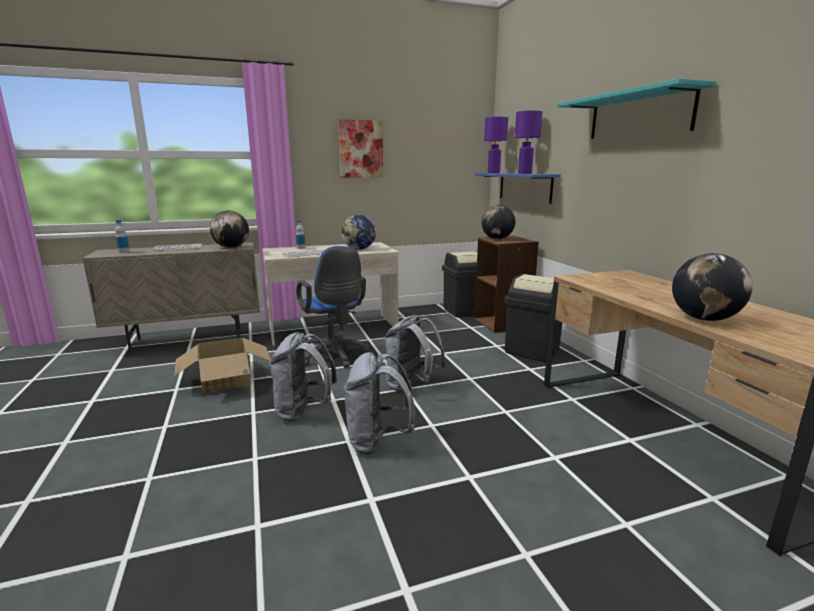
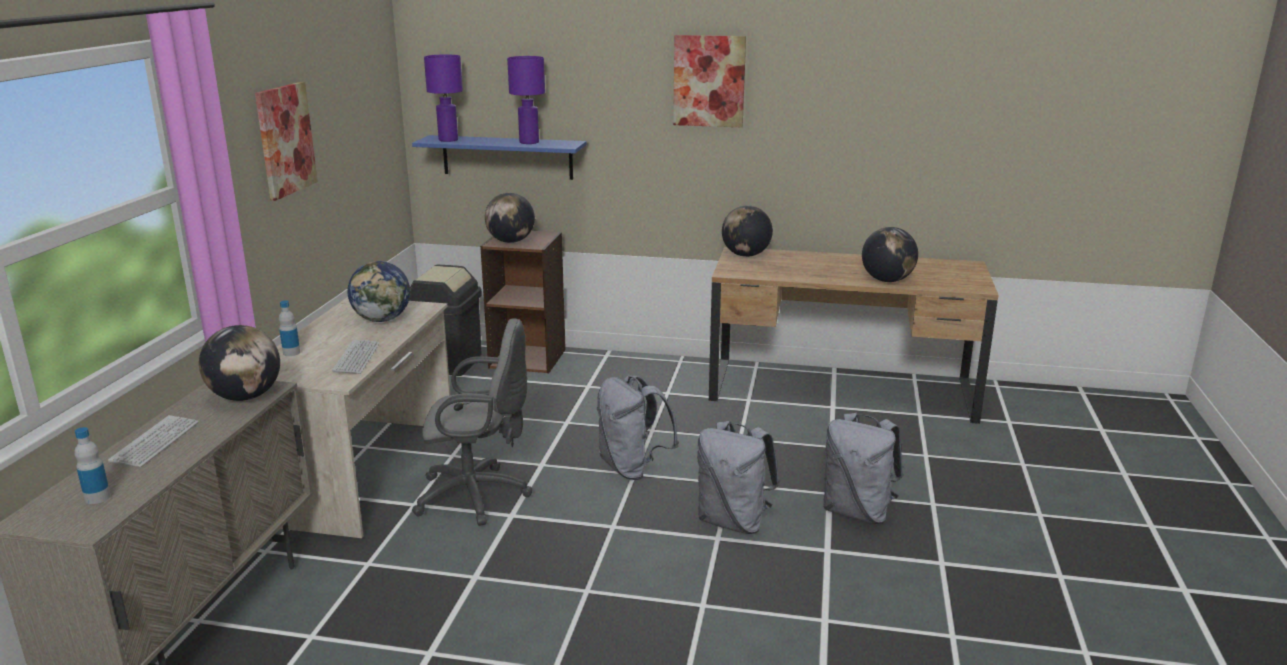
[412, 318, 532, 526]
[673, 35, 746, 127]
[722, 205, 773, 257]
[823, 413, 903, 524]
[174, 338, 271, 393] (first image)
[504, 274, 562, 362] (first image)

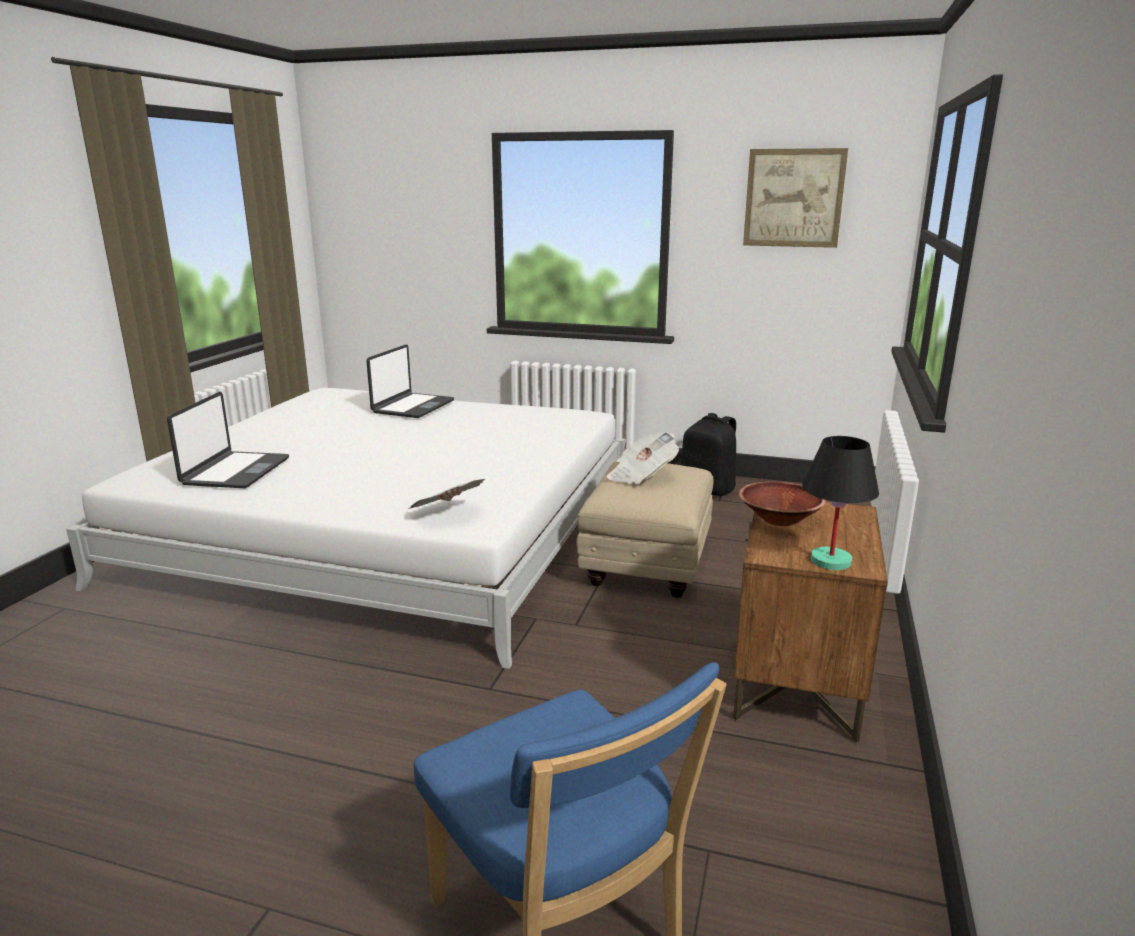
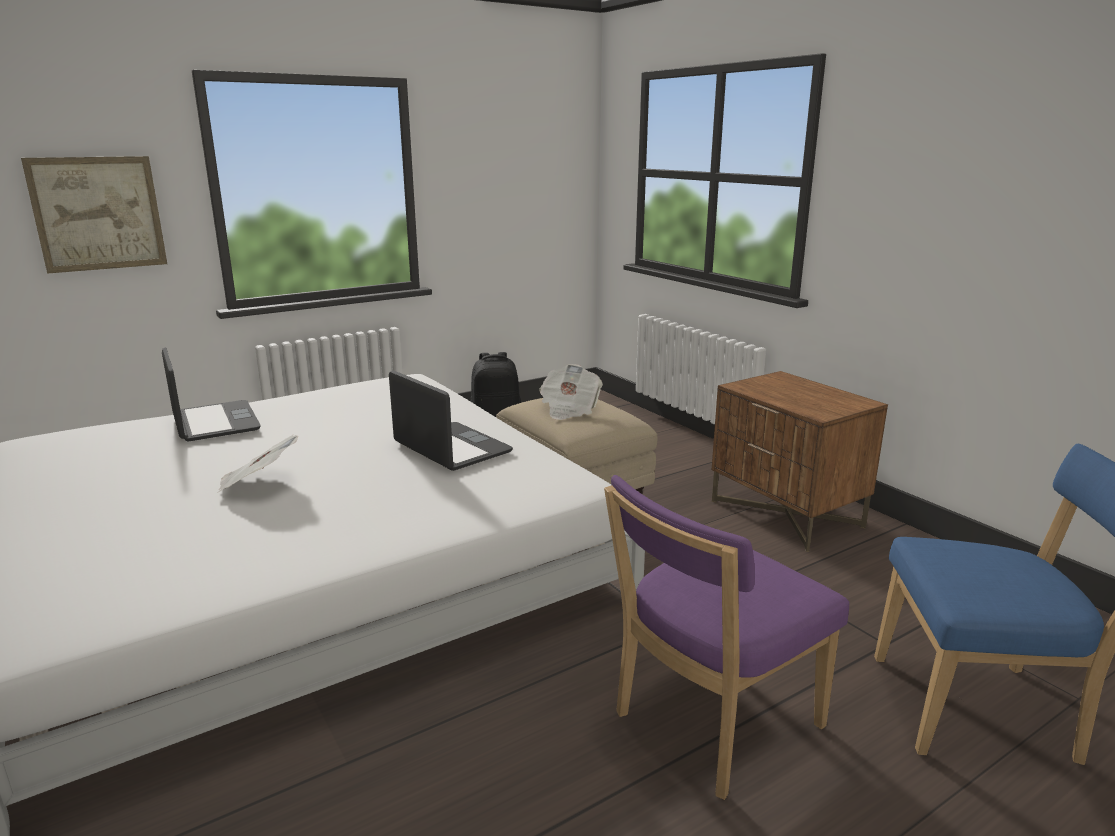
[21, 156, 167, 274]
[217, 434, 298, 493]
[389, 370, 513, 471]
[604, 475, 849, 800]
[739, 482, 826, 526] (first image)
[802, 436, 879, 570] (first image)

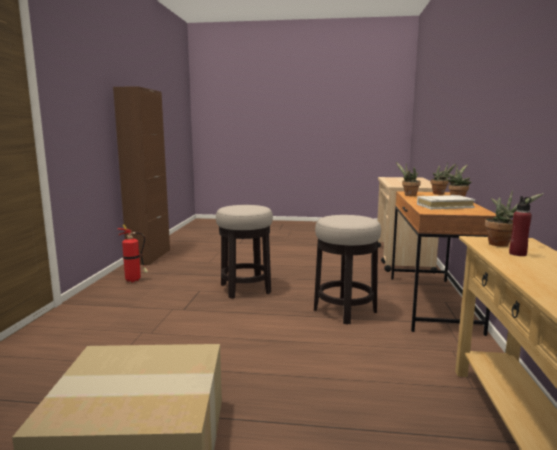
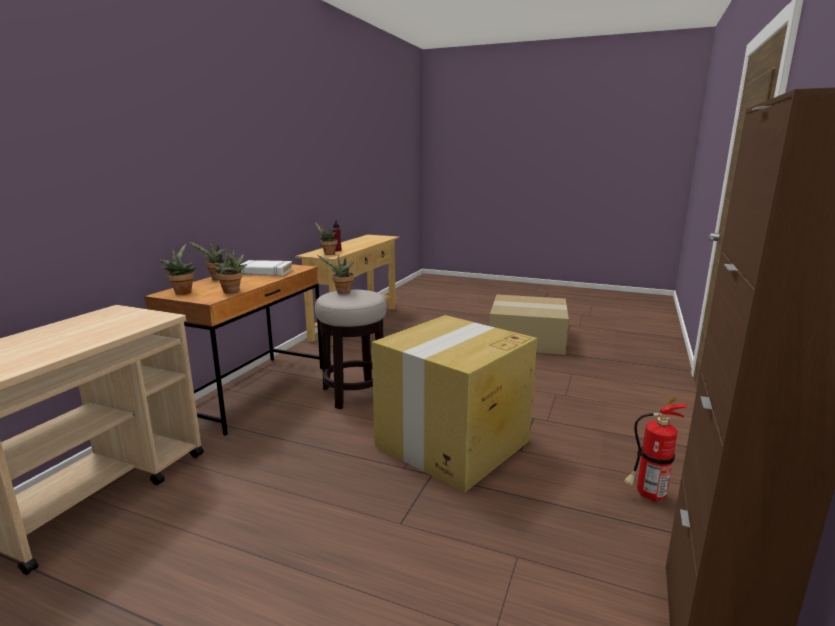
[317, 255, 354, 294]
[372, 315, 537, 492]

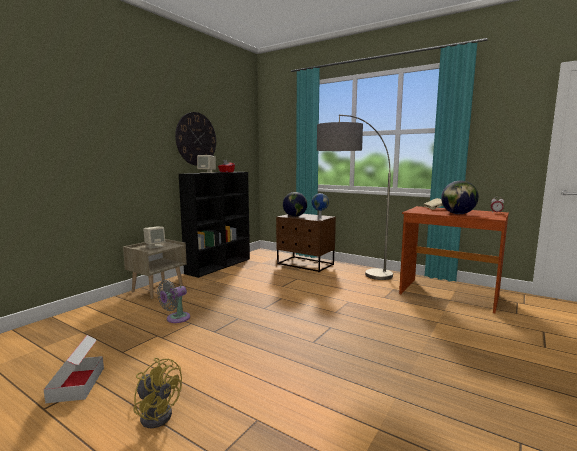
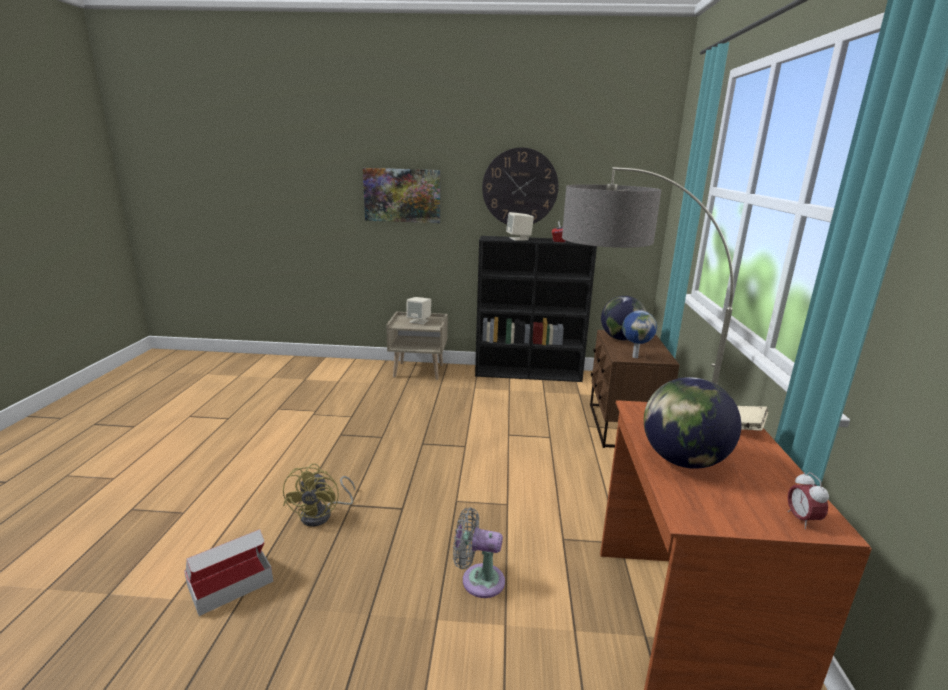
[184, 529, 273, 616]
[283, 463, 355, 527]
[363, 168, 440, 223]
[453, 507, 505, 598]

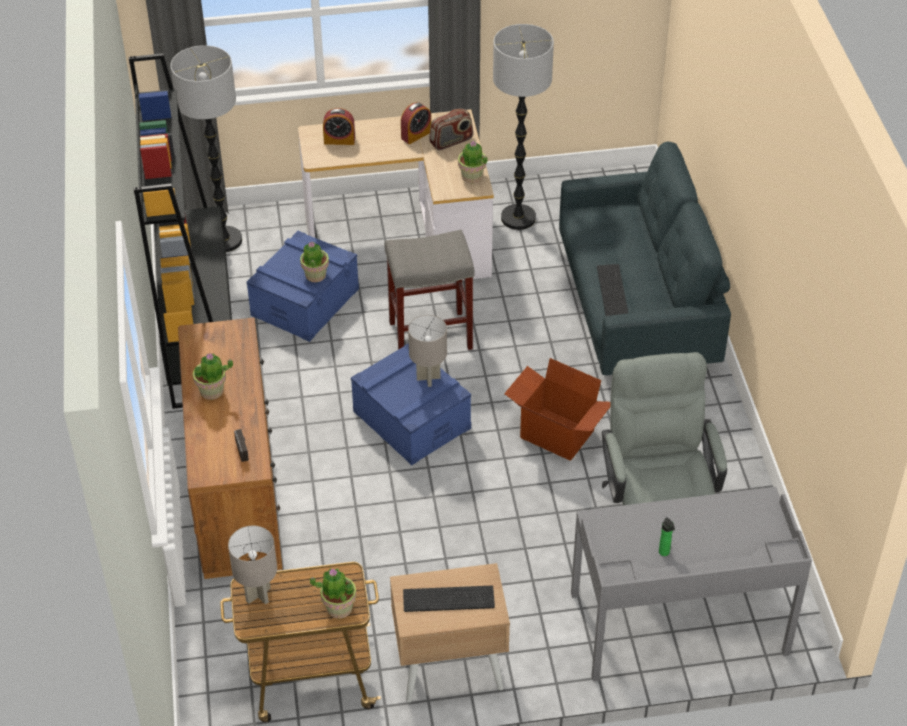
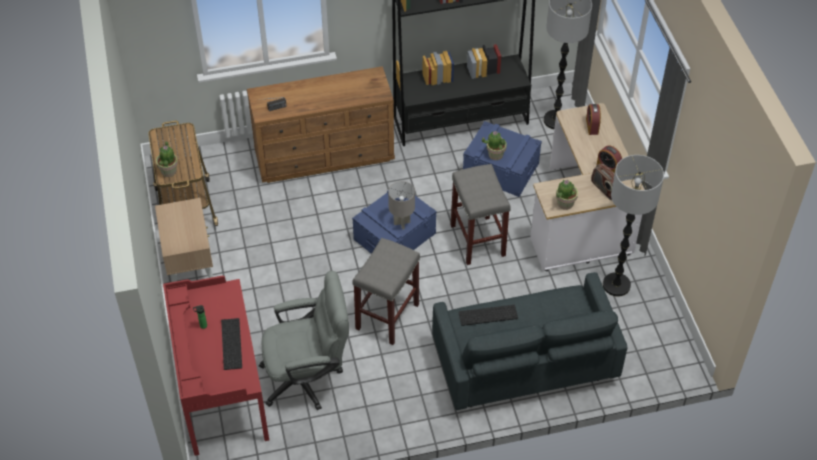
[163, 276, 269, 456]
[221, 318, 242, 370]
[353, 238, 420, 345]
[193, 353, 233, 400] (first image)
[228, 526, 277, 604] (first image)

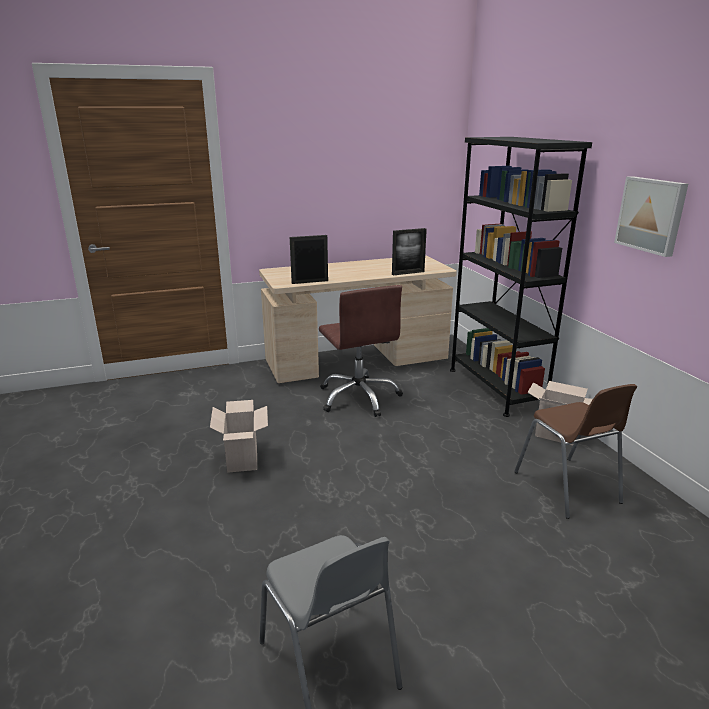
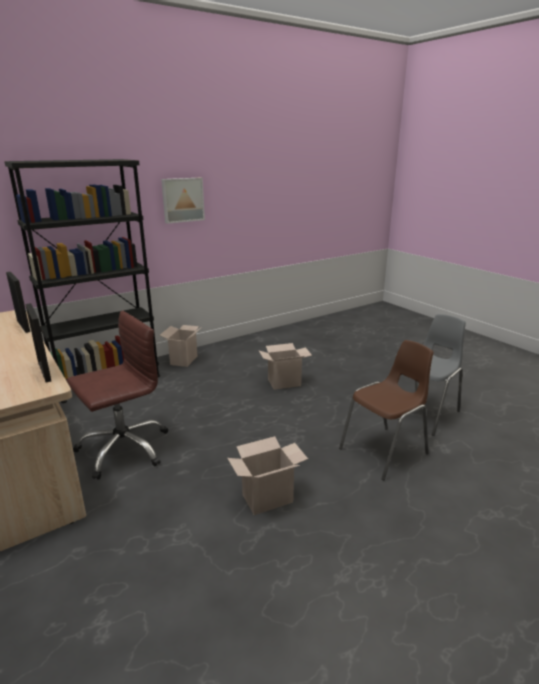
[259, 343, 312, 390]
[339, 340, 433, 480]

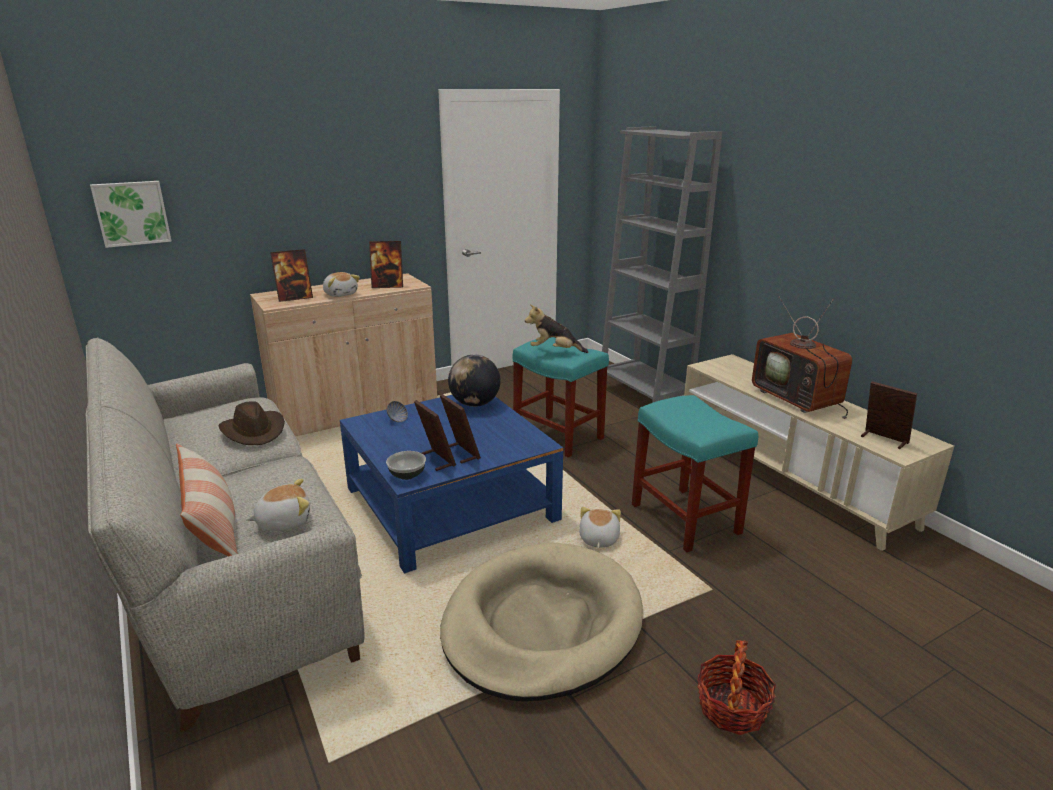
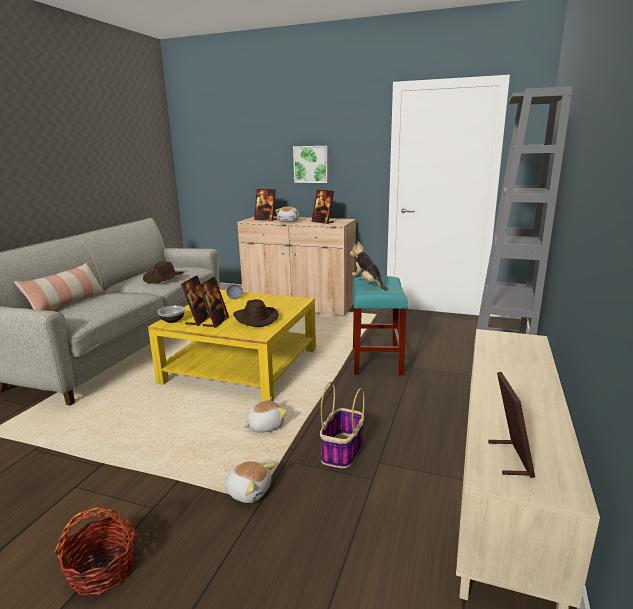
[148, 290, 316, 401]
[225, 461, 275, 503]
[233, 299, 279, 327]
[293, 146, 328, 183]
[320, 382, 365, 468]
[440, 543, 643, 701] (first image)
[448, 354, 500, 407] (first image)
[752, 296, 852, 419] (first image)

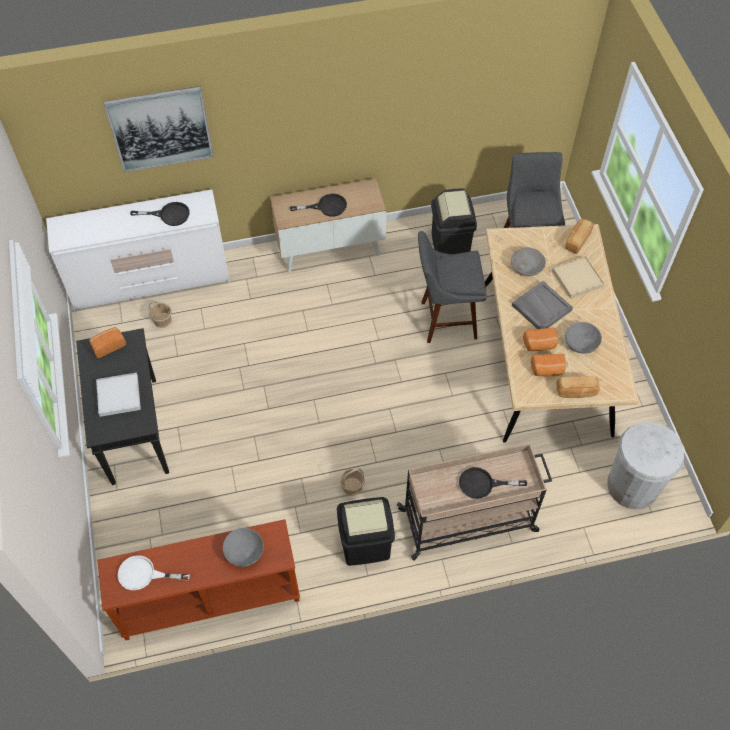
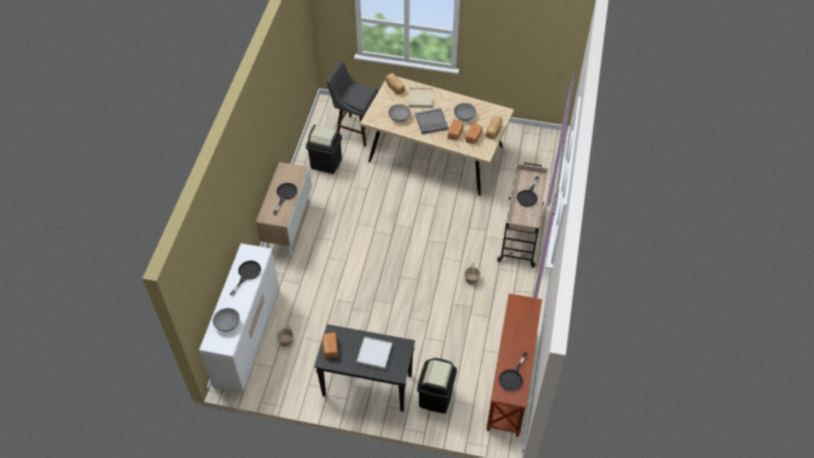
[213, 308, 240, 332]
[417, 358, 457, 414]
[499, 352, 528, 391]
[104, 86, 214, 172] (first image)
[418, 231, 487, 343] (first image)
[607, 421, 684, 510] (first image)

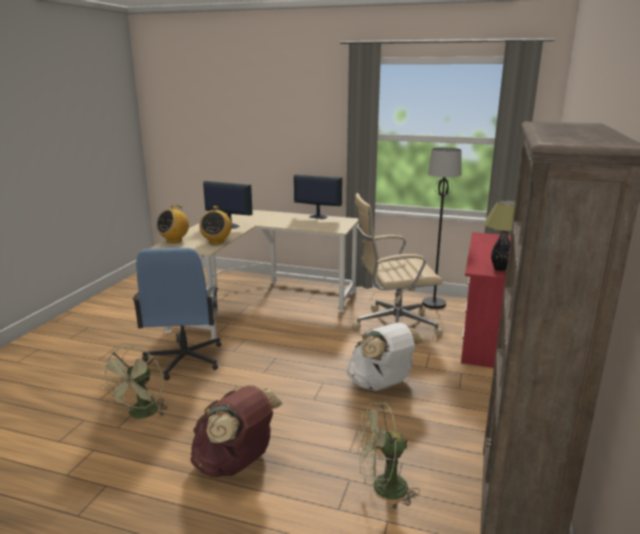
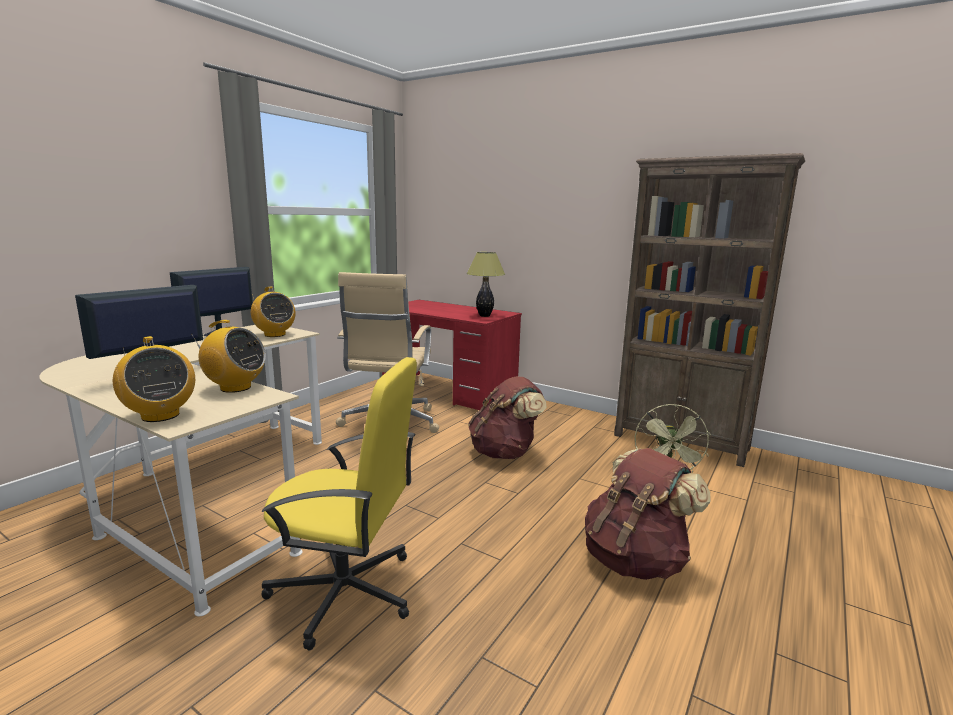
[251, 287, 296, 337]
[261, 357, 417, 651]
[468, 377, 547, 459]
[100, 346, 168, 418] (first image)
[422, 147, 462, 309] (first image)

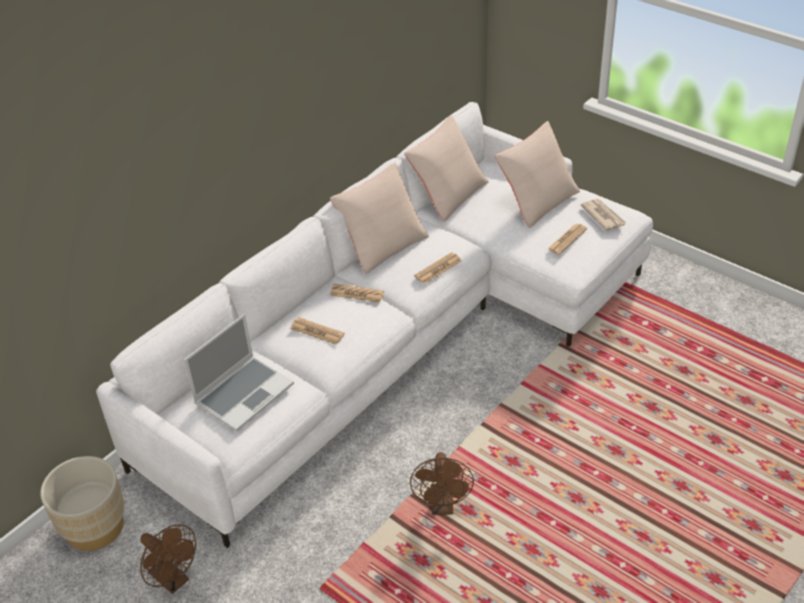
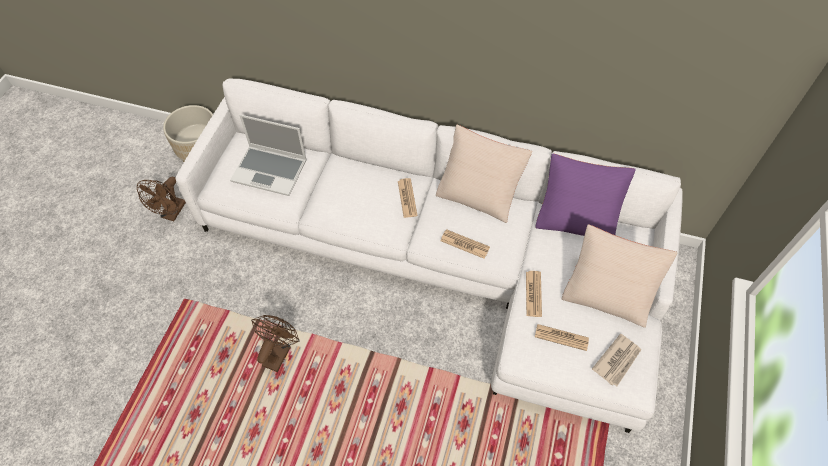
[251, 315, 300, 372]
[526, 271, 542, 317]
[535, 153, 636, 236]

